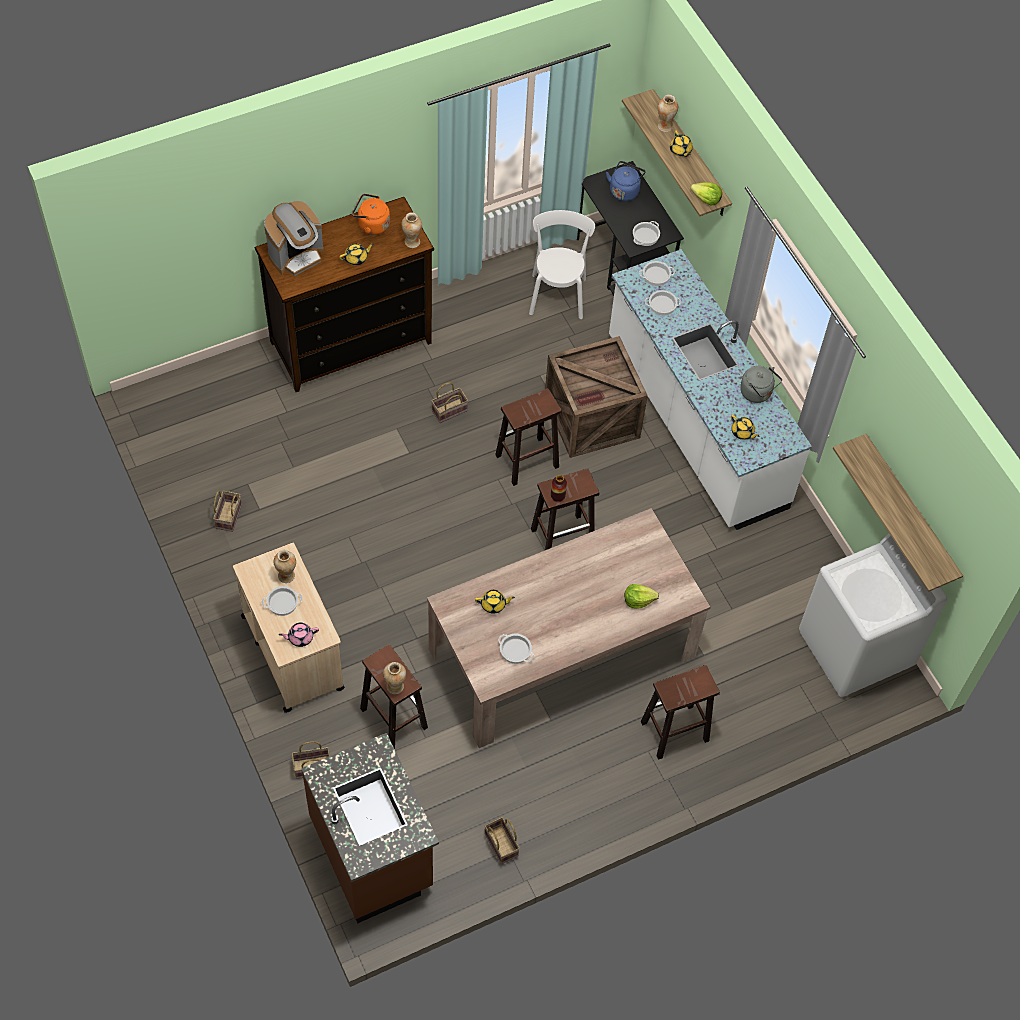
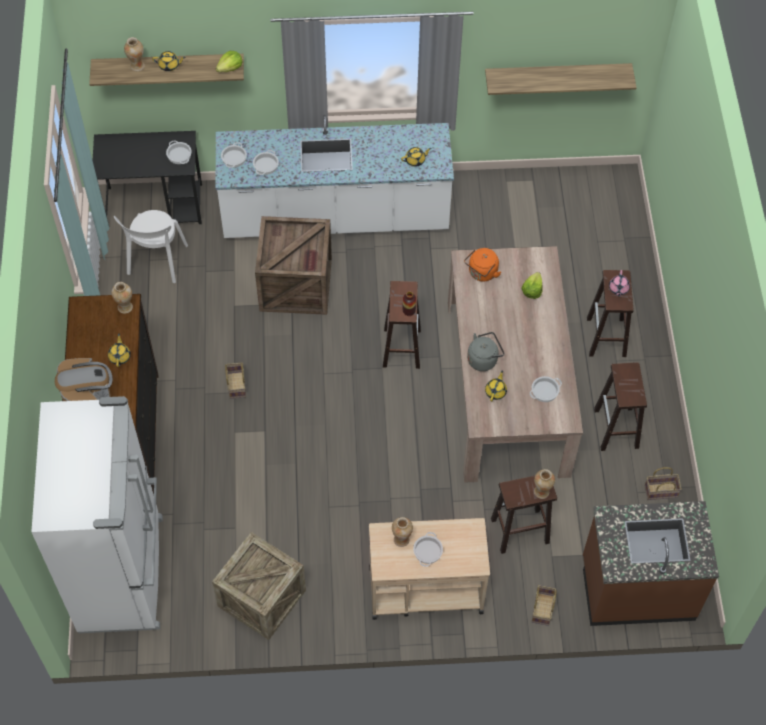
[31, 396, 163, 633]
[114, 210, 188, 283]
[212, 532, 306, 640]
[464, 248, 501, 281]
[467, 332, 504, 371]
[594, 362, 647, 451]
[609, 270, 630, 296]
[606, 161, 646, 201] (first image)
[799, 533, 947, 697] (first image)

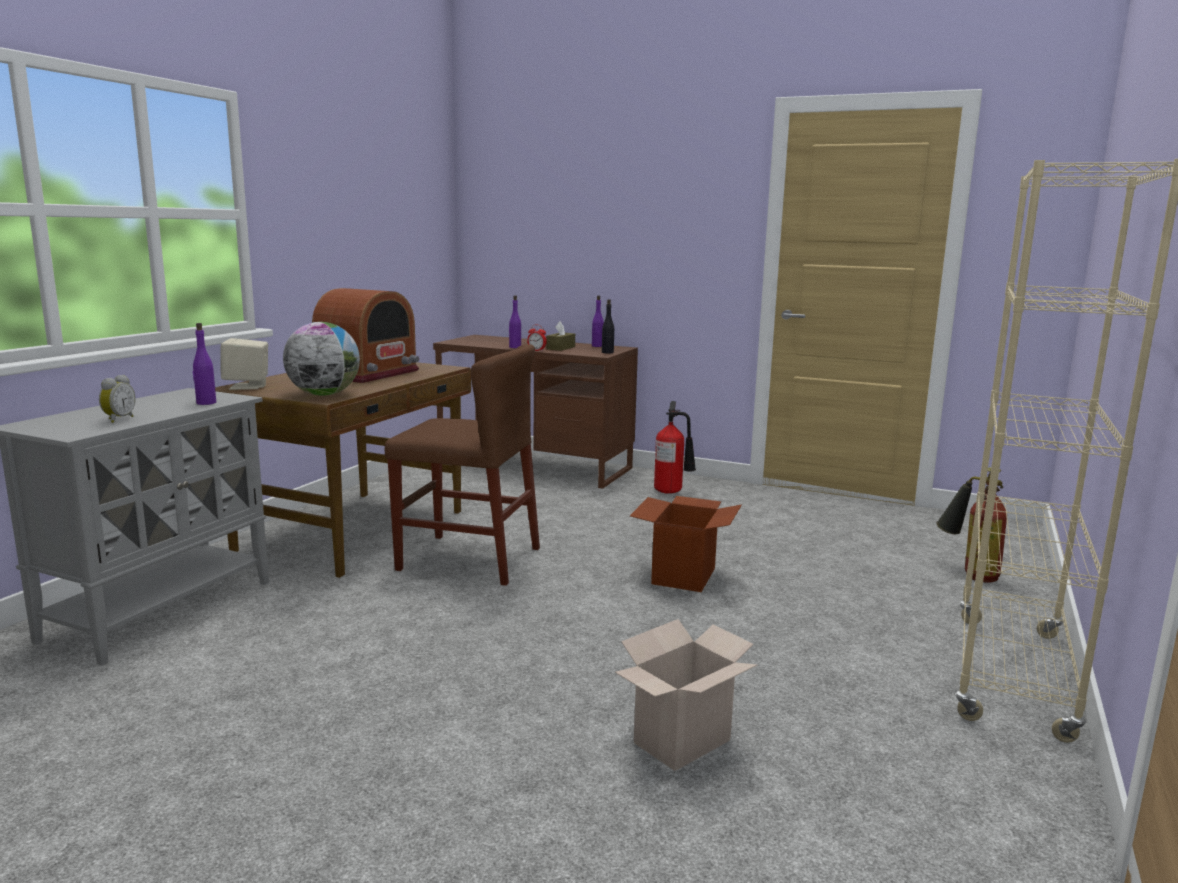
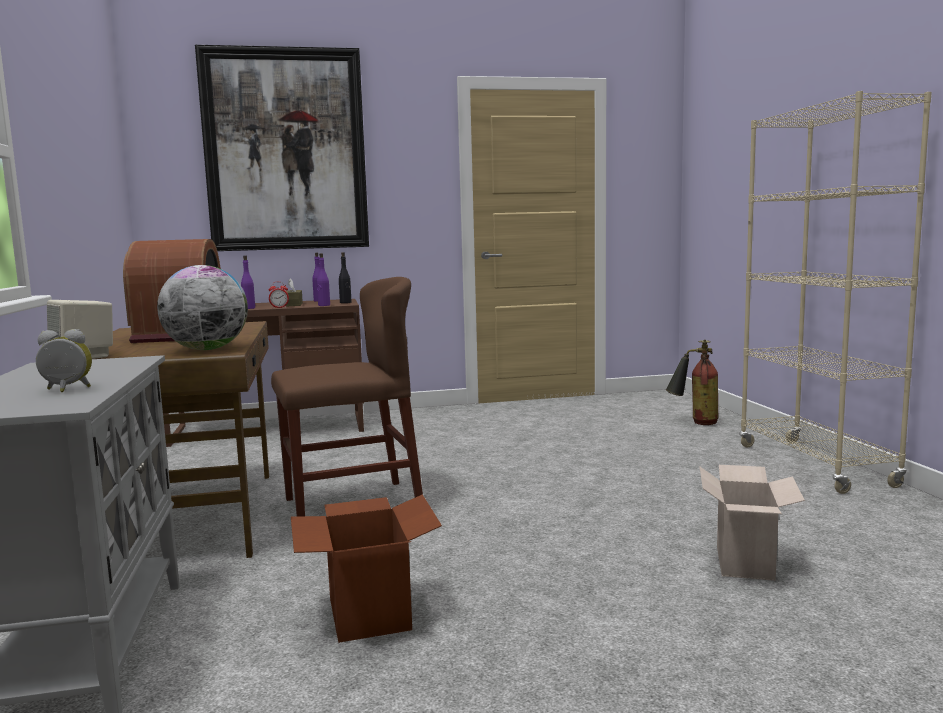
[36, 329, 92, 392]
[195, 45, 369, 251]
[291, 494, 442, 643]
[317, 253, 330, 306]
[654, 401, 696, 494] (first image)

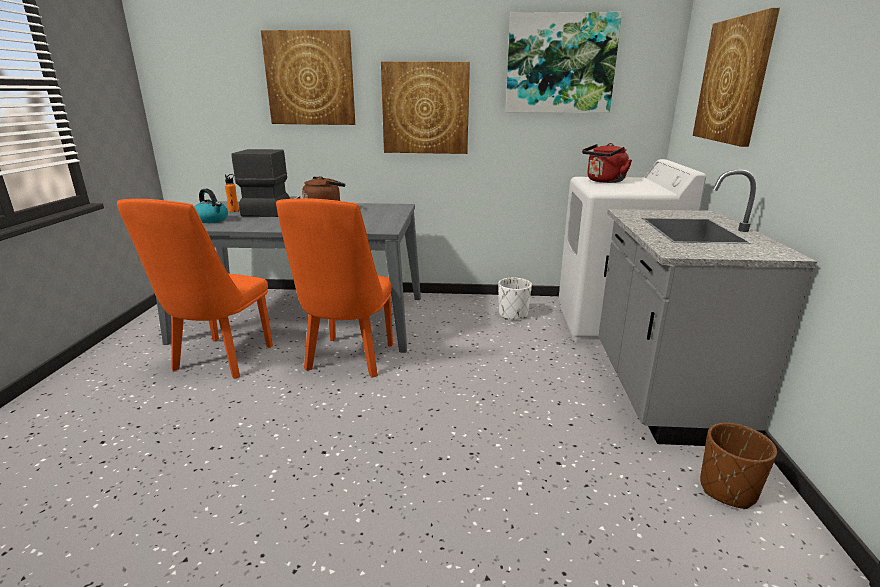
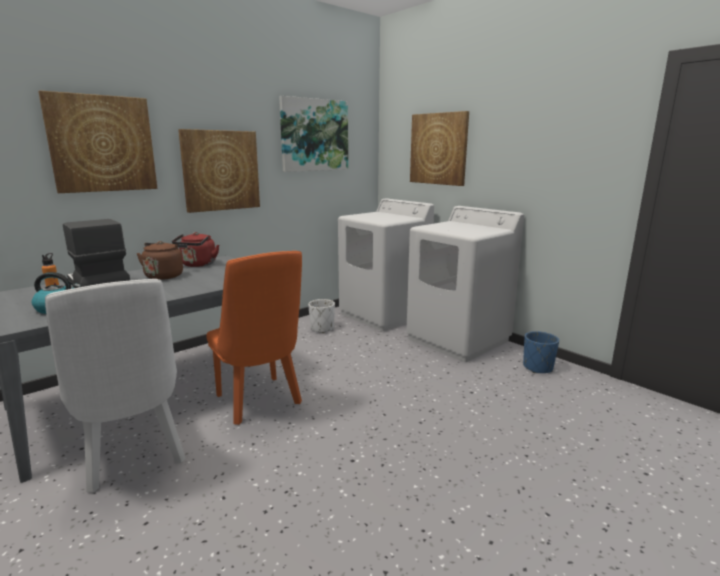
[45, 279, 186, 493]
[172, 232, 219, 267]
[406, 206, 524, 362]
[523, 331, 559, 373]

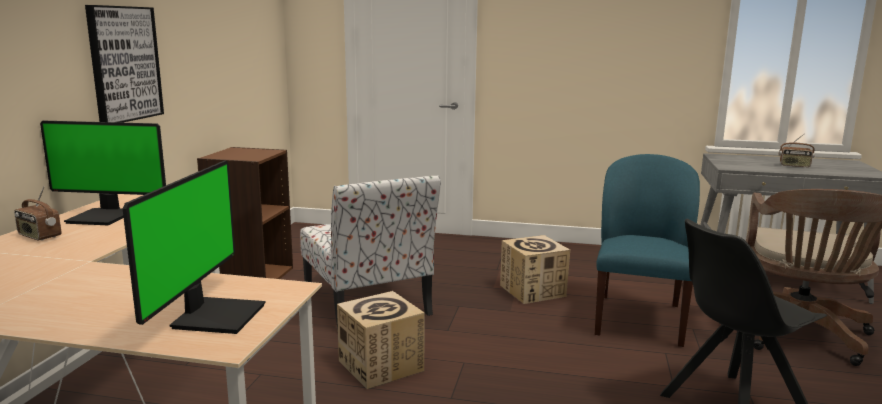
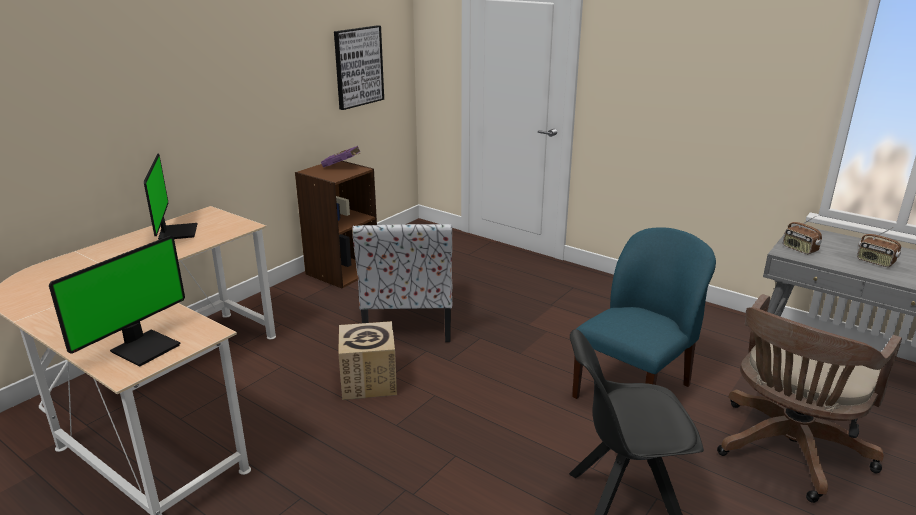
[144, 154, 198, 240]
[321, 146, 360, 168]
[334, 25, 384, 110]
[783, 216, 822, 254]
[500, 235, 570, 304] (first image)

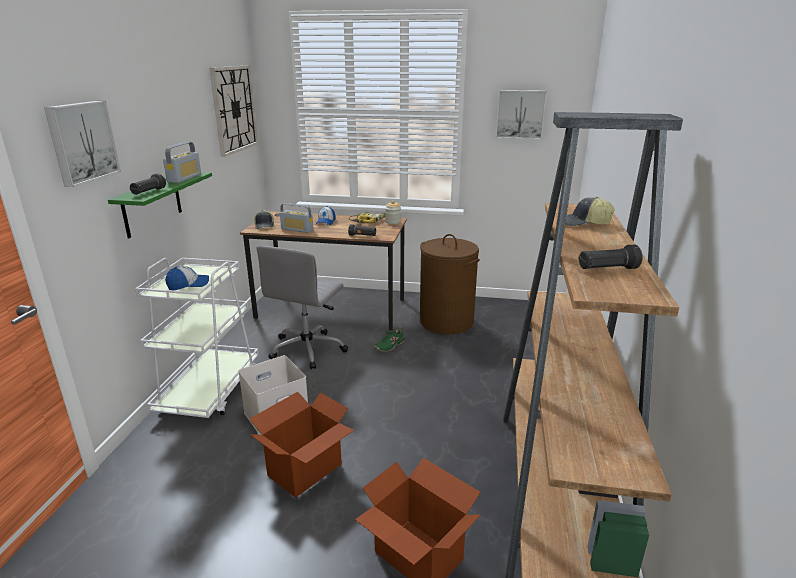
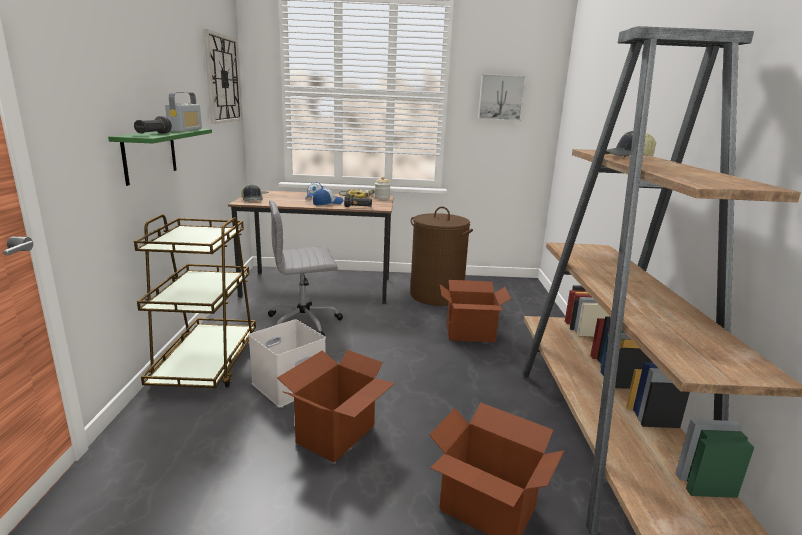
[134, 214, 256, 388]
[268, 200, 343, 336]
[313, 188, 343, 206]
[440, 280, 511, 342]
[44, 101, 121, 187] (first image)
[280, 203, 313, 233] (first image)
[374, 327, 405, 352] (first image)
[578, 245, 643, 269] (first image)

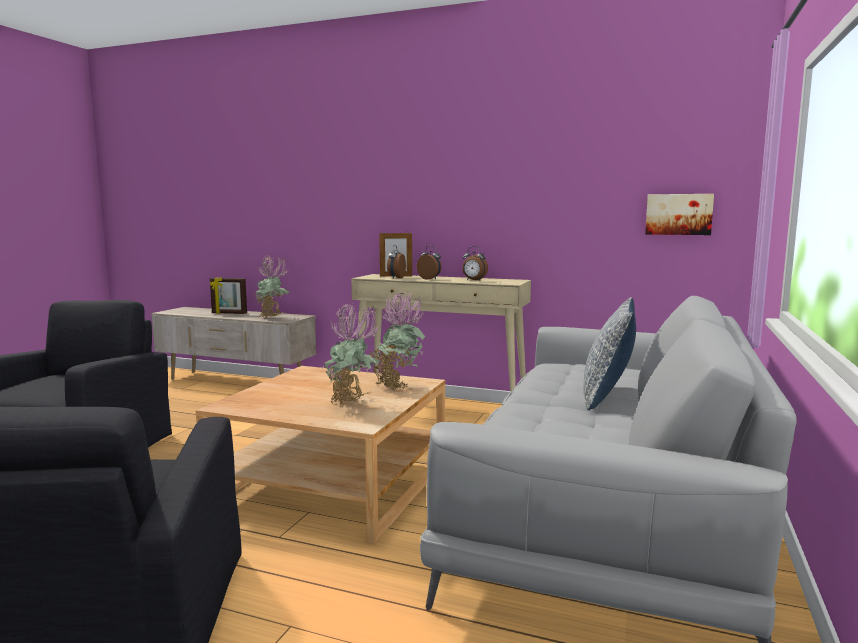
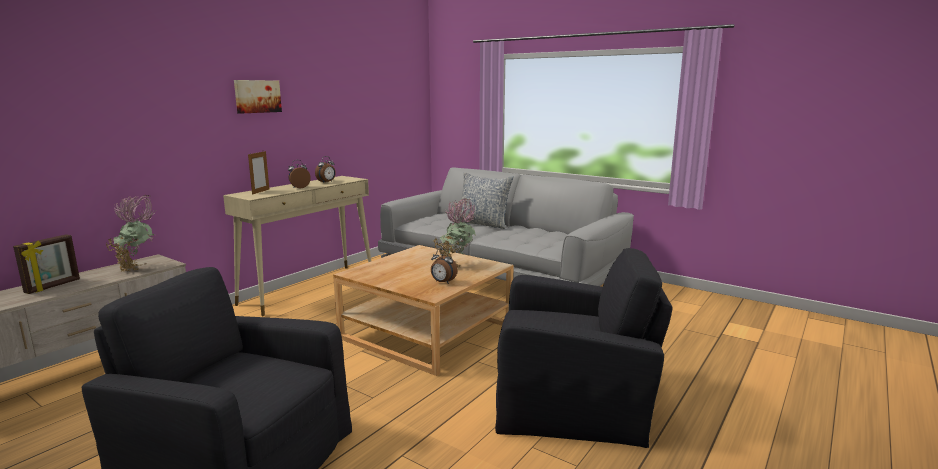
[234, 80, 282, 114]
[431, 249, 458, 284]
[369, 292, 425, 391] (first image)

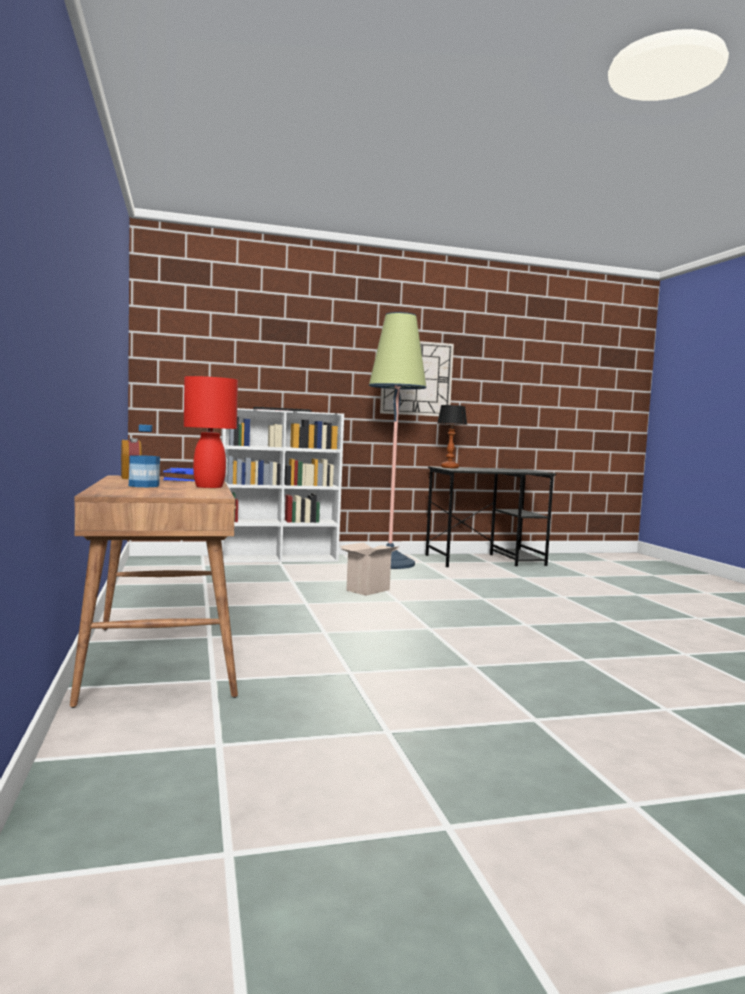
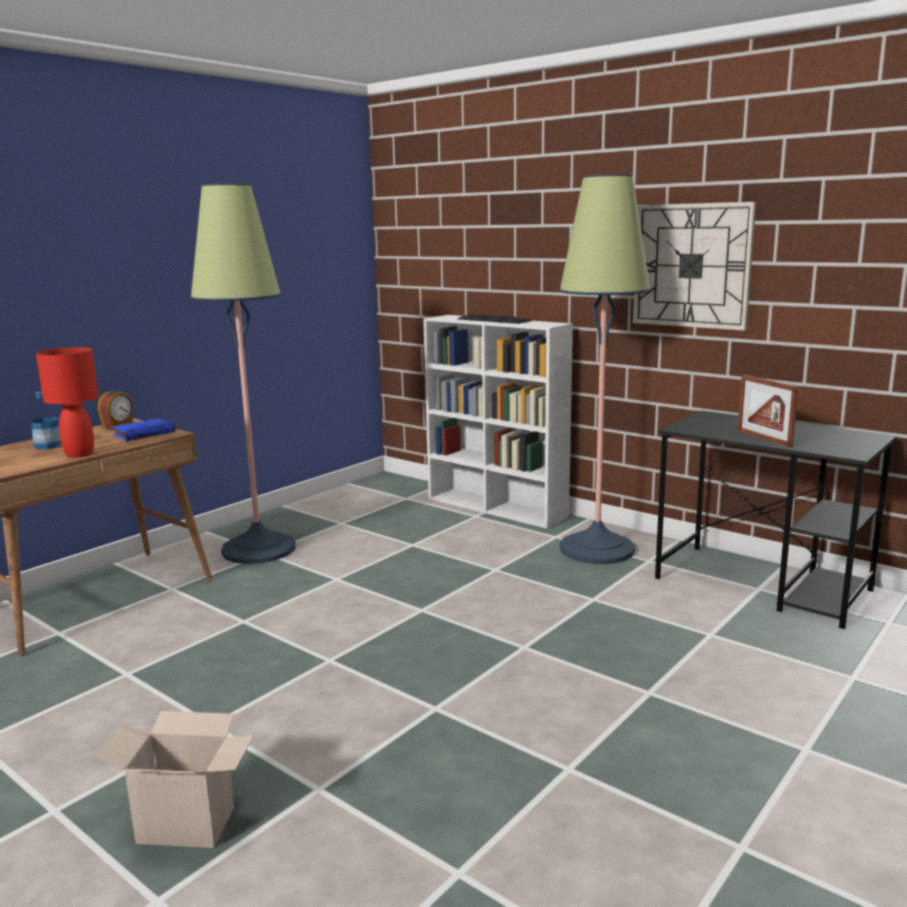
[96, 711, 254, 848]
[191, 183, 296, 564]
[737, 375, 798, 447]
[437, 405, 467, 468] (first image)

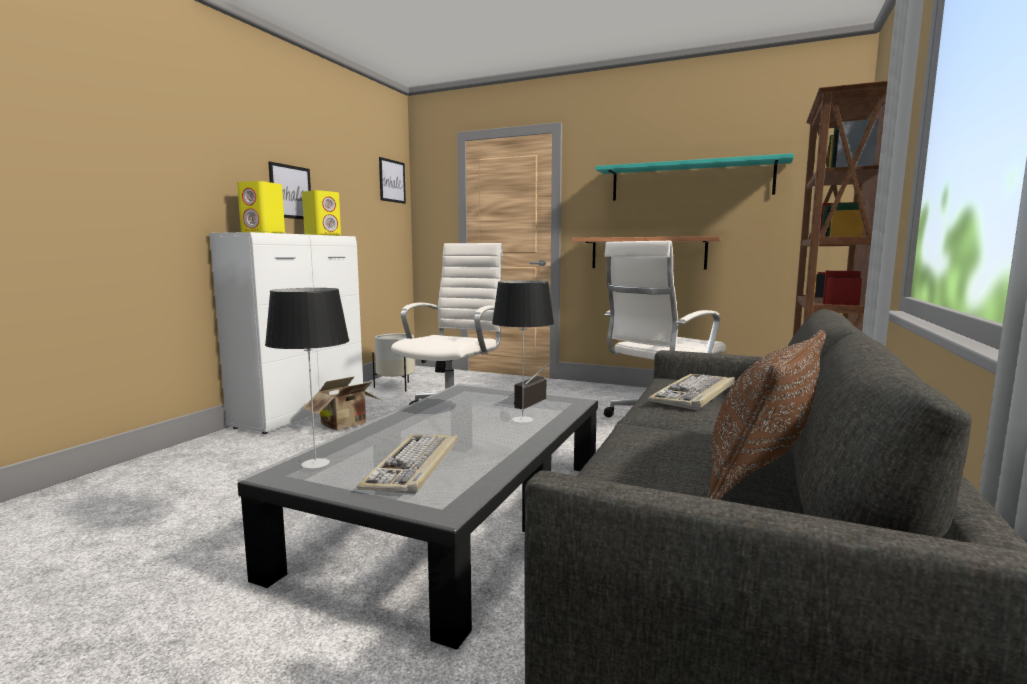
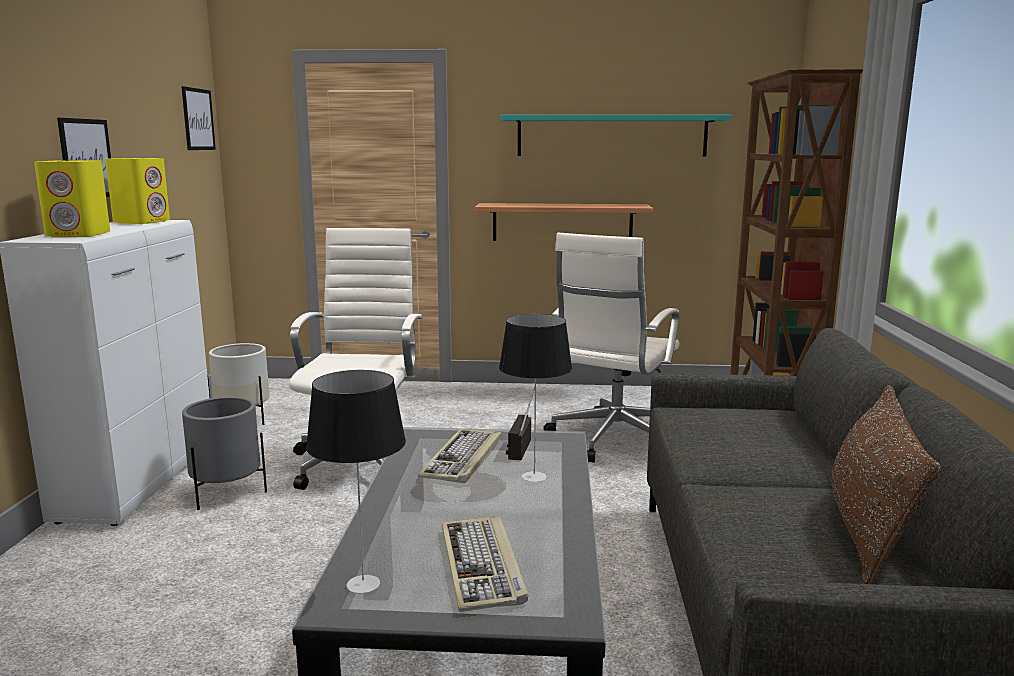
[182, 397, 267, 510]
[418, 429, 501, 483]

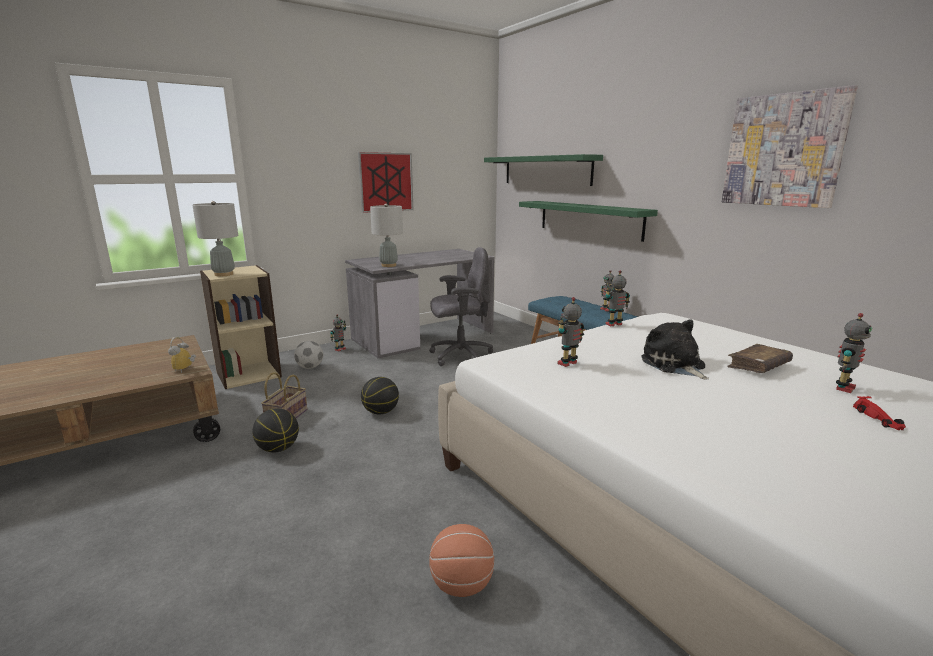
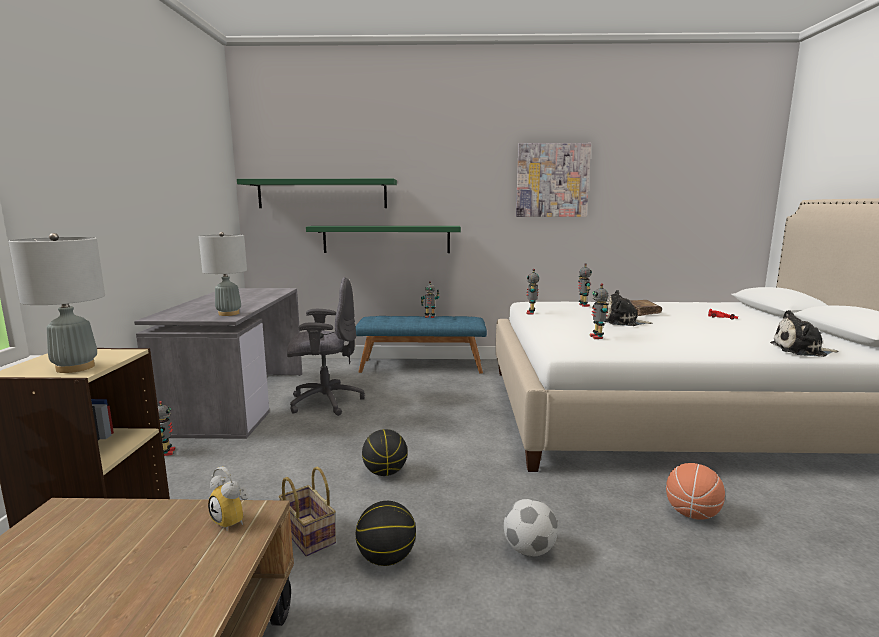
[287, 277, 365, 416]
[504, 499, 558, 557]
[578, 263, 592, 307]
[770, 310, 839, 357]
[358, 152, 413, 213] (first image)

